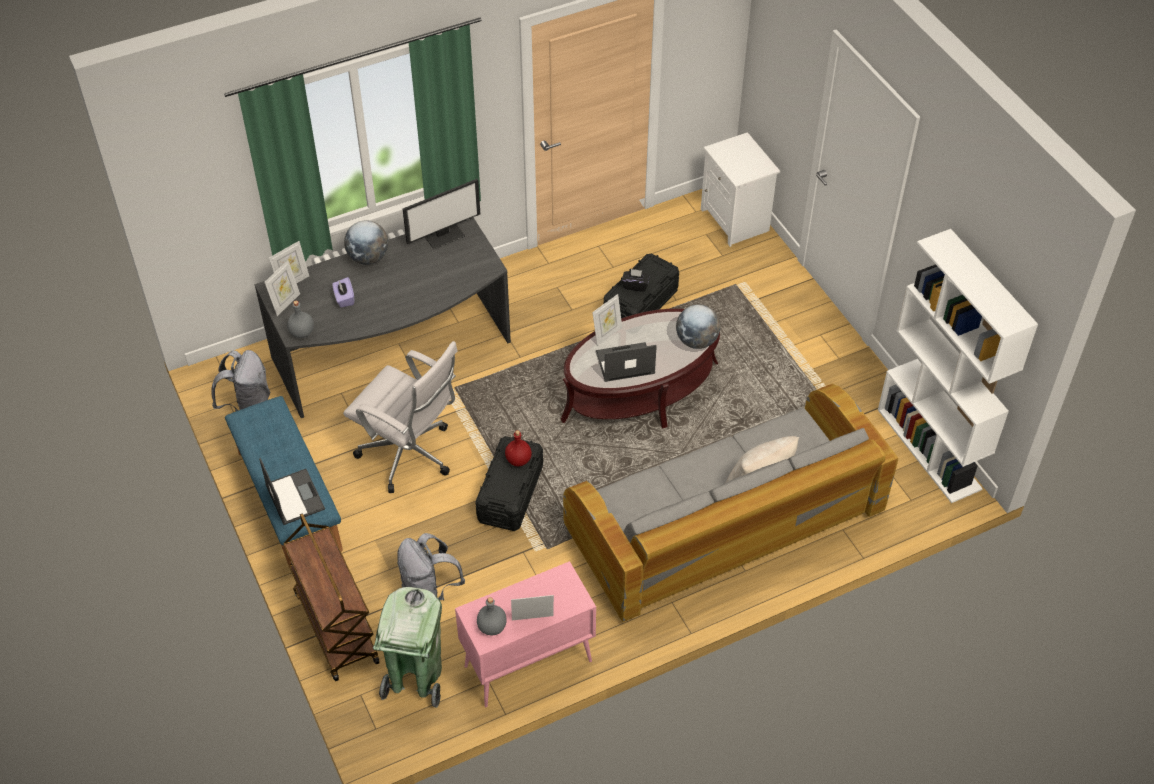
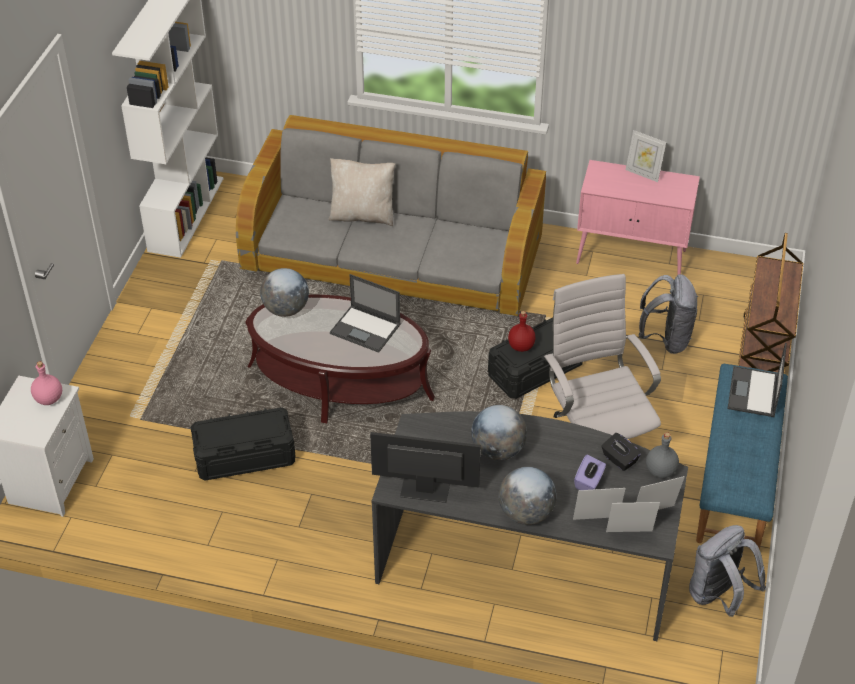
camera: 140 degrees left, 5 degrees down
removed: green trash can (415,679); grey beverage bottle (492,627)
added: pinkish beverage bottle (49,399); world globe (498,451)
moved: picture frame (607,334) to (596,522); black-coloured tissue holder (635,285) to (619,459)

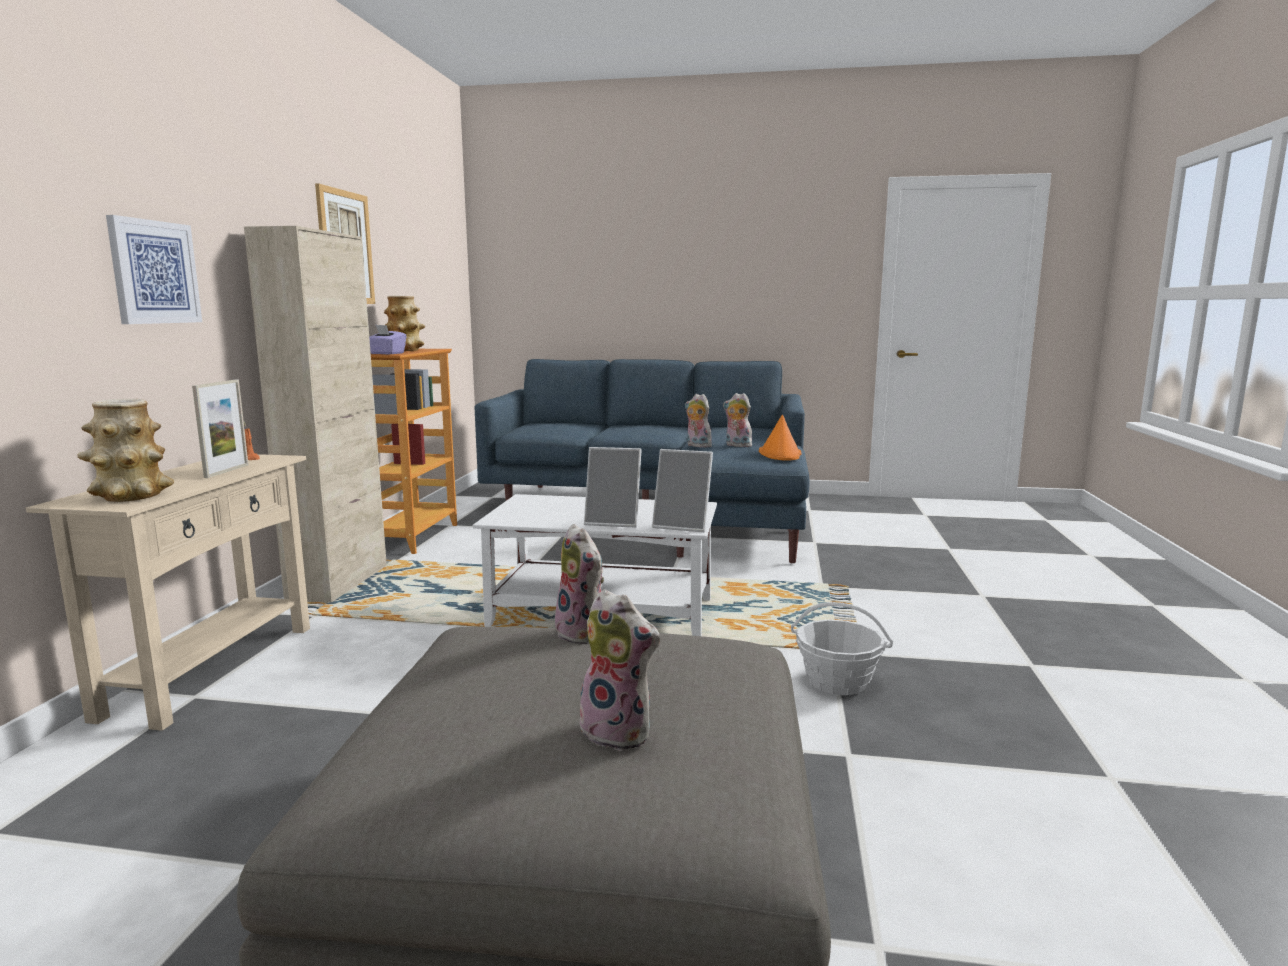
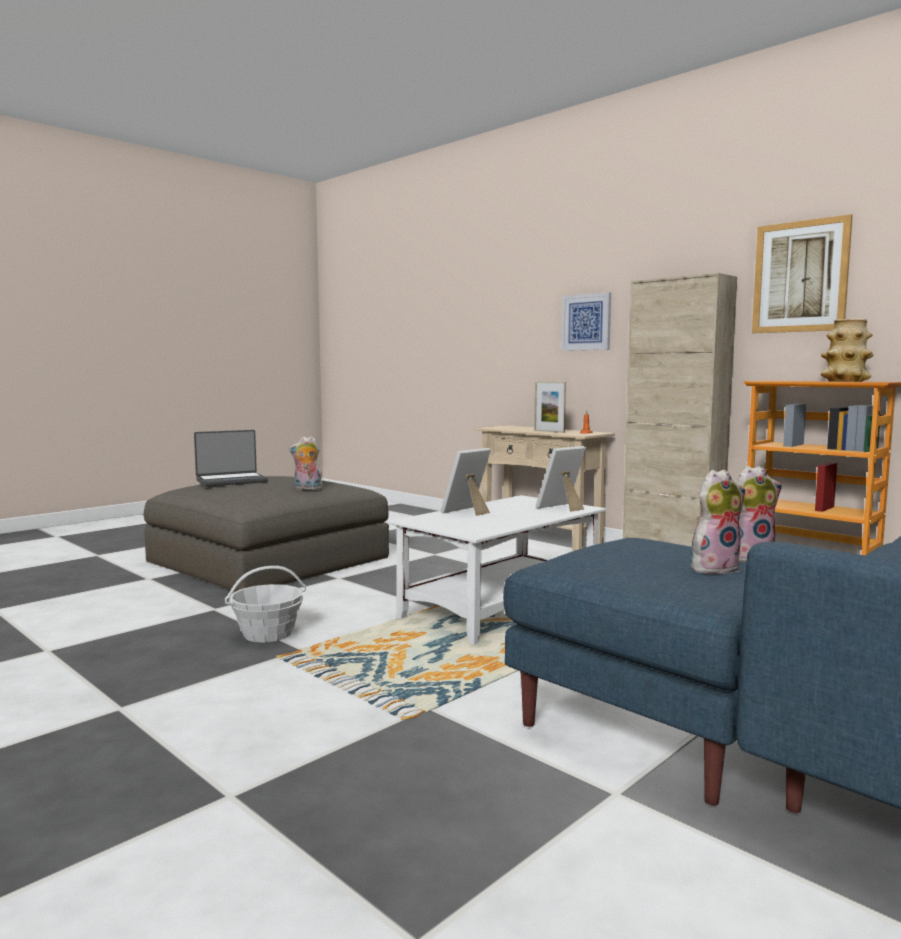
camera: 125 degrees right, 5 degrees down
removed: flower vase (130,496); purple-coloured tissue holder (386,353); orangey wearable hat (780,454)
moved: picture frame (683,525) to (562,508)
replaced: cuddly toy (620,731) to notebook computer (231,481)

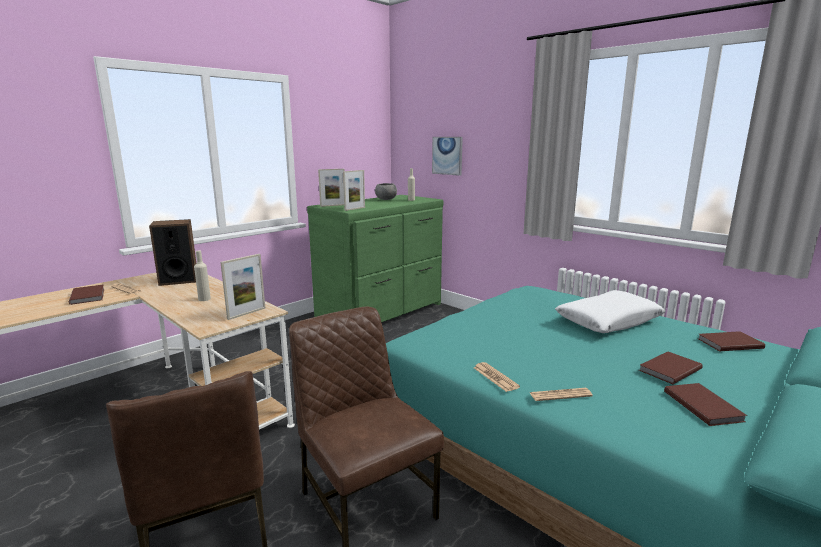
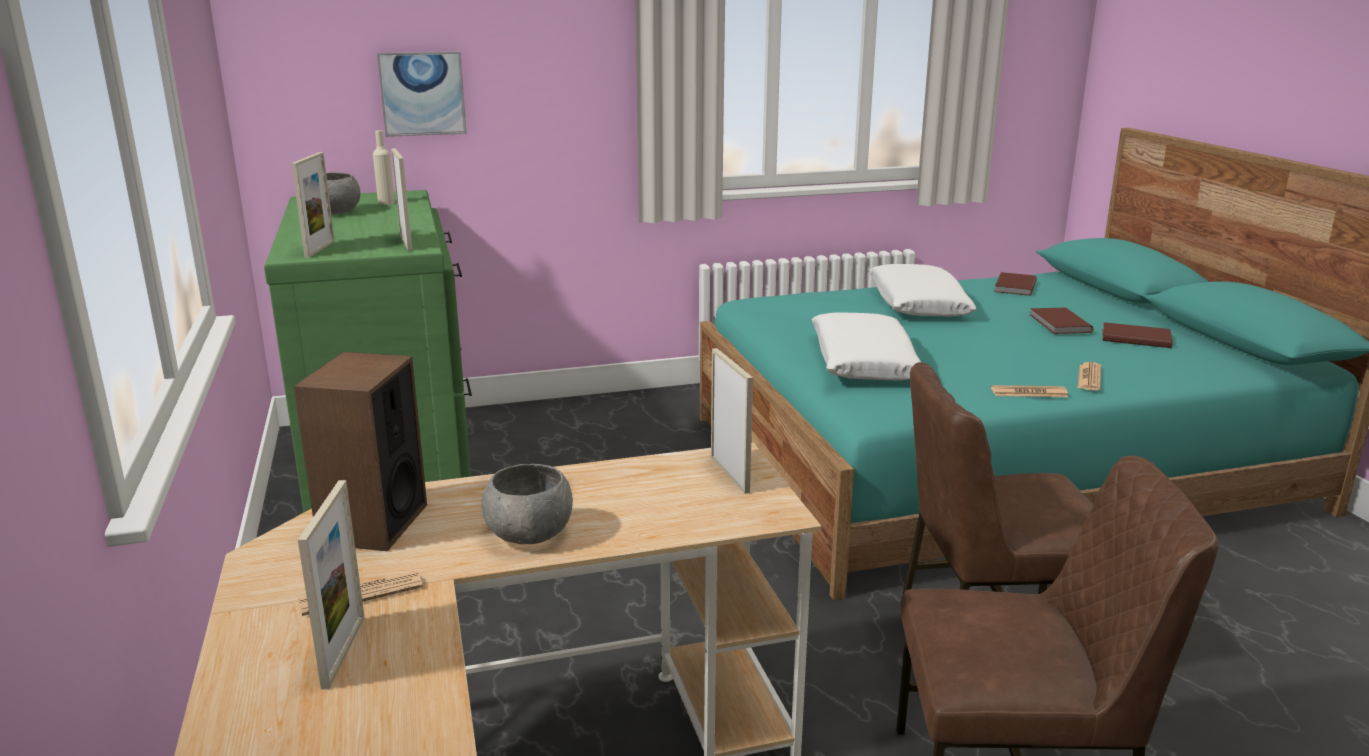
camera: 60 degrees left, 5 degrees up
removed: beige beverage bottle (204,299)
added: grey bowl (528,534); white-coloured throw pillow (863,362)
replaced: brown book (89,296) to picture frame (343,651)

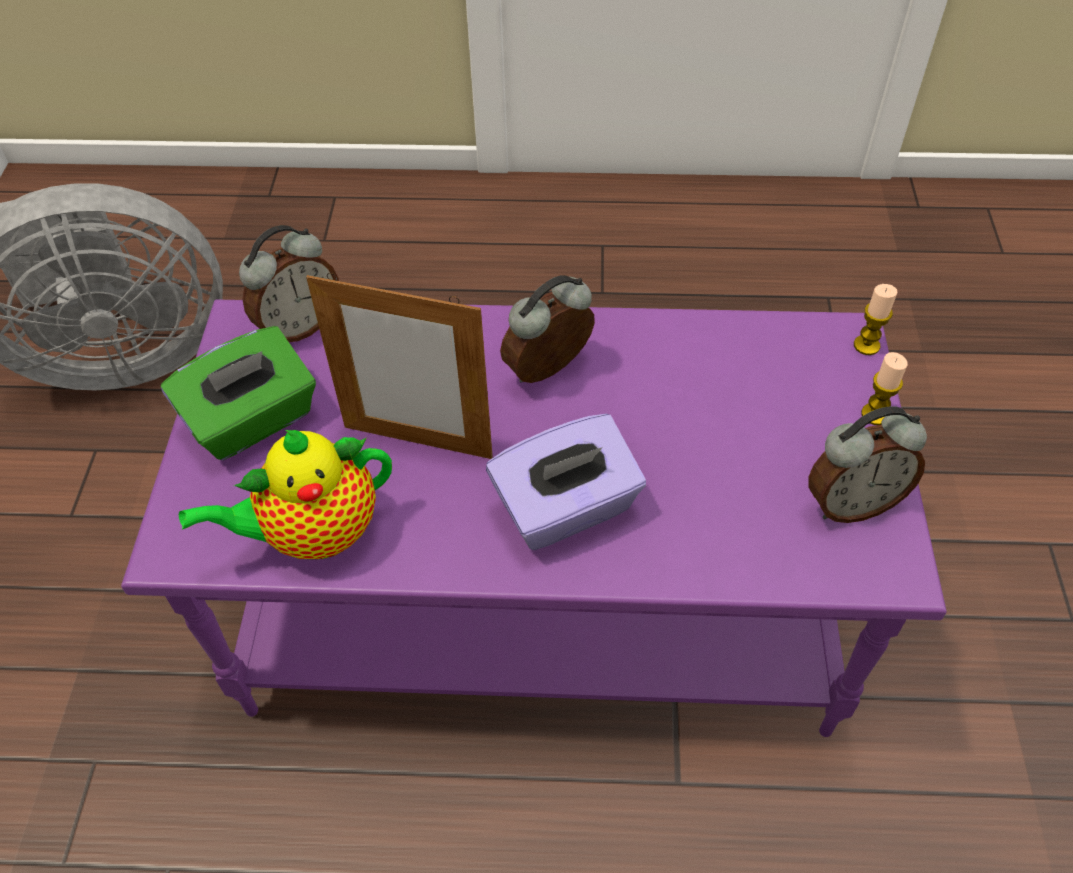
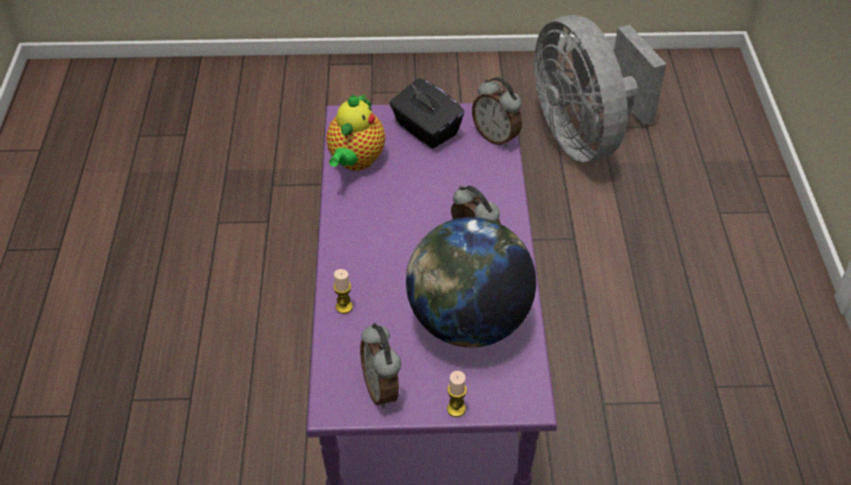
camera: 85 degrees right, 5 degrees down
removed: picture frame (417,441); purple-coloured tissue holder (566,509)
added: world globe (468,323)
moved: candle (866,345) to (344,307)
recoloured: green tissue holder (253,420) to black-coloured tissue holder (425,130)
turned: pot for tea (314,533) = (355,162) 135 degrees counterclockwise

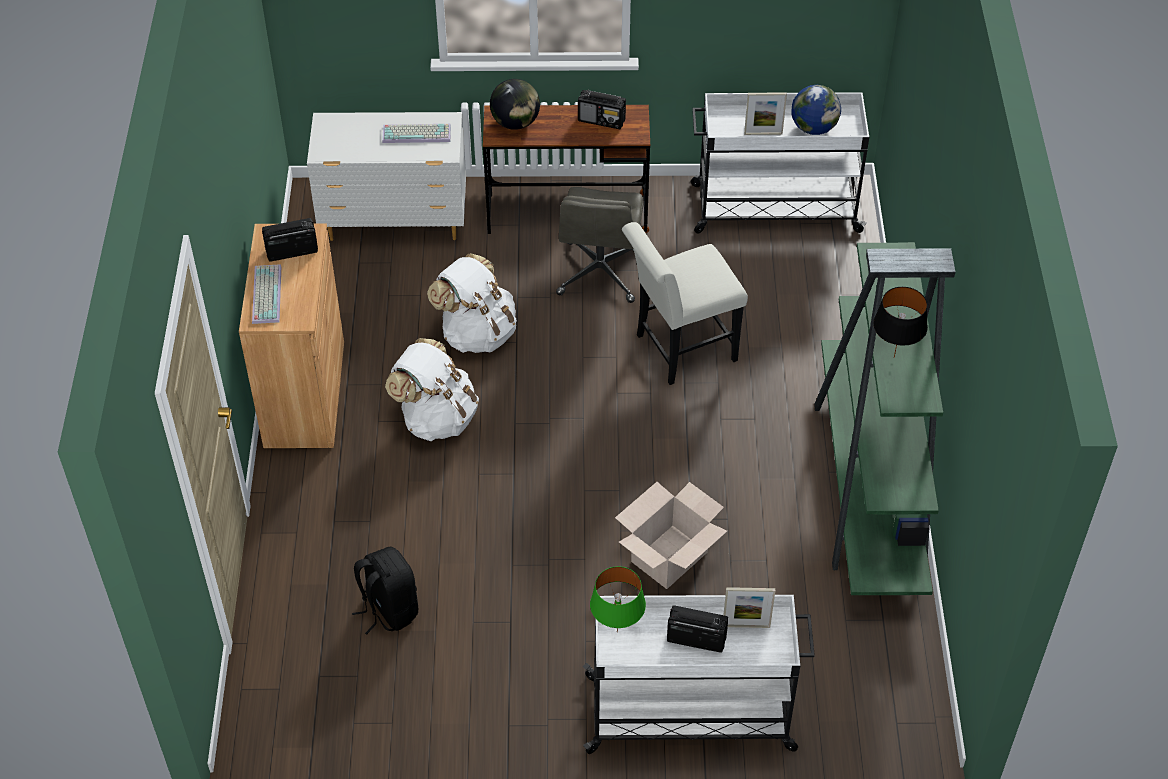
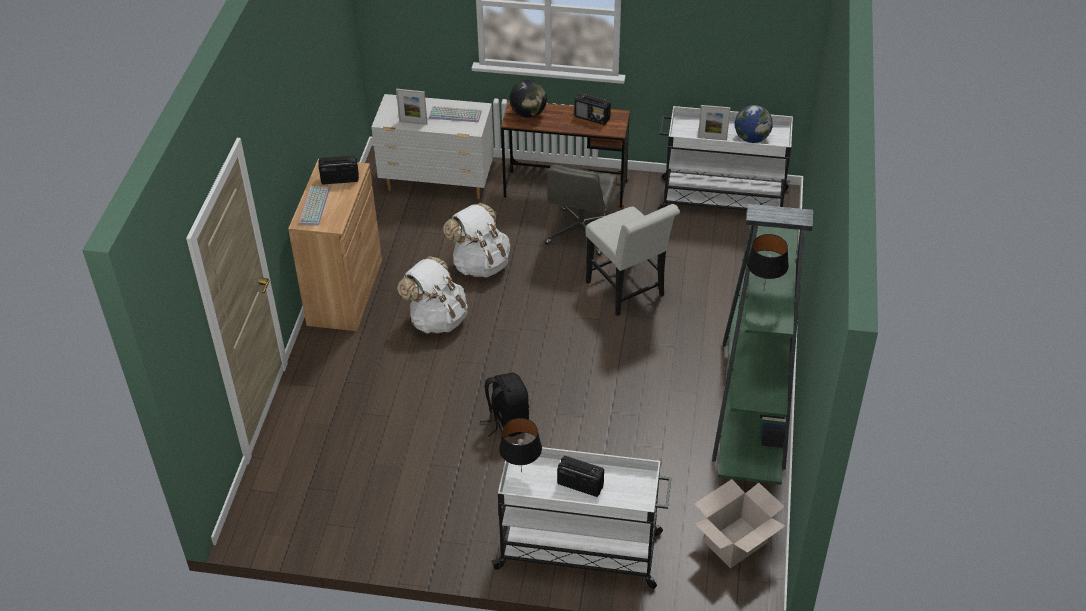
camera: 10 degrees right, 5 degrees down
moved: black-coloured rucksack (388,609) to (507,422); carton (669,557) to (735,543); picture frame (746,626) to (413,122)
recoloured: green table lamp (617,631) to black-coloured table lamp (521,472)
turned: white-coloured plain chair (679,350) = (628,292) 105 degrees counterclockwise

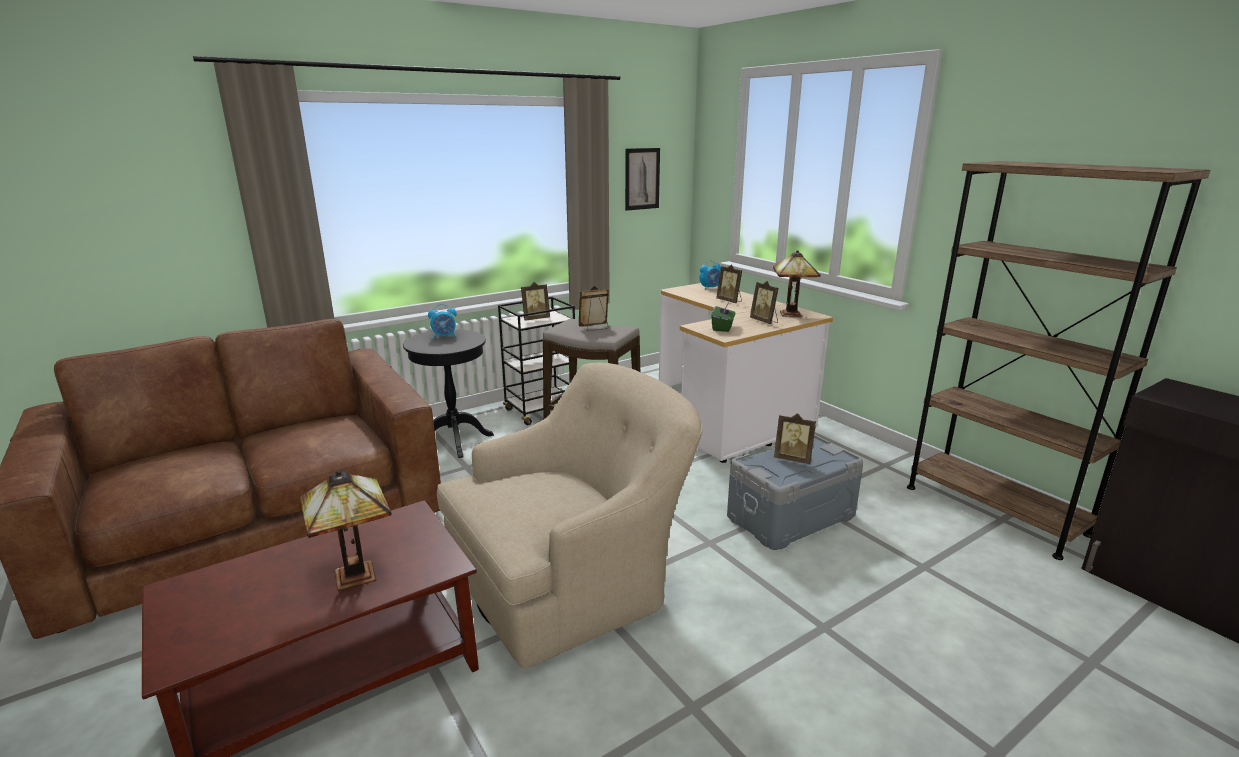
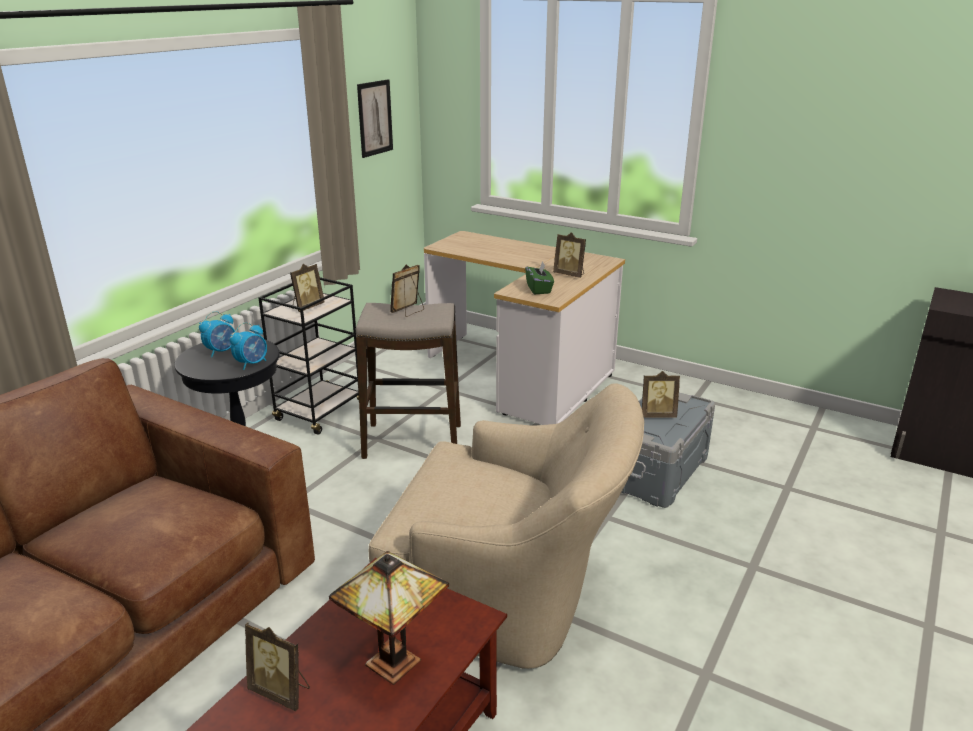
camera: 25 degrees left, 5 degrees up
removed: table lamp (792,314); brown bookcase (994,510)
moved: table clock (710,288) to (252,364); picture frame (730,301) to (281,691)
turned: beige easy chair (573,579) = (511,593) 75 degrees clockwise

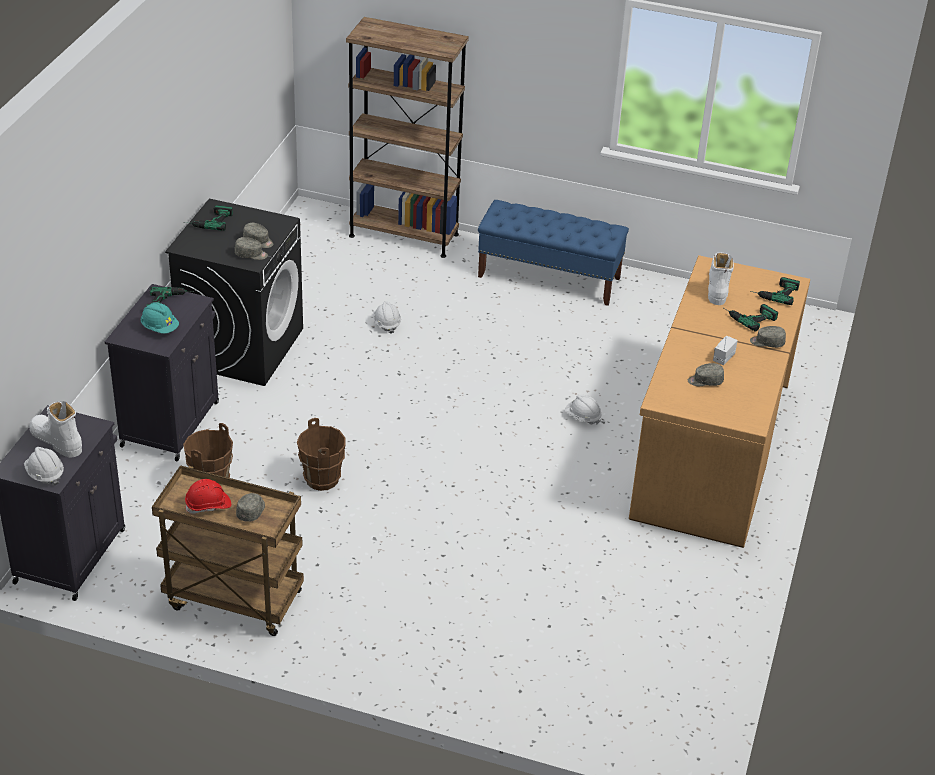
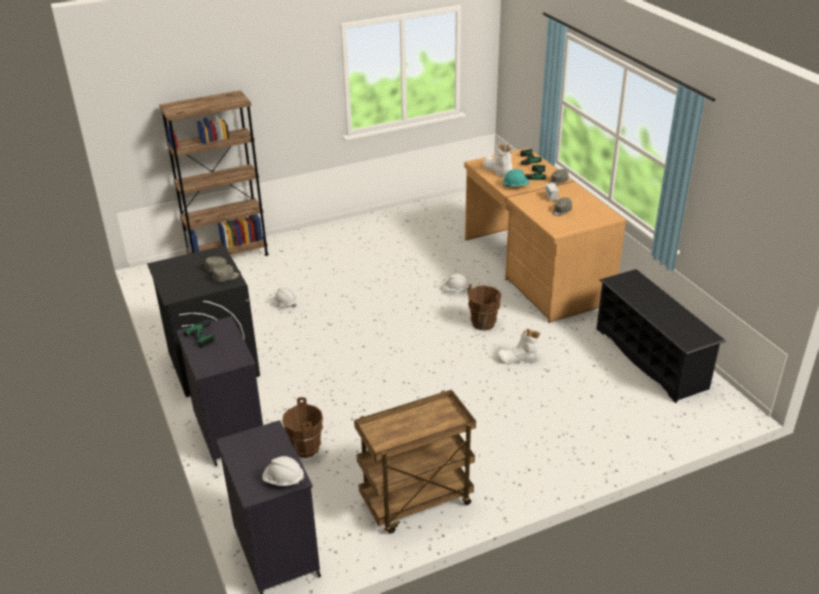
camera: 40 degrees left, 5 degrees down
removed: drill (208,221); reddish hard hat (208,505); grey baseball cap (251,511); bluish long seat (549,277)
added: black-coloured shoe shelf (651,358)
moved: white-coloured high-top boot (56,440) to (518,359); blue-green hard hat (160,328) to (516,186); brown water bucket (322,479) to (483,323)

